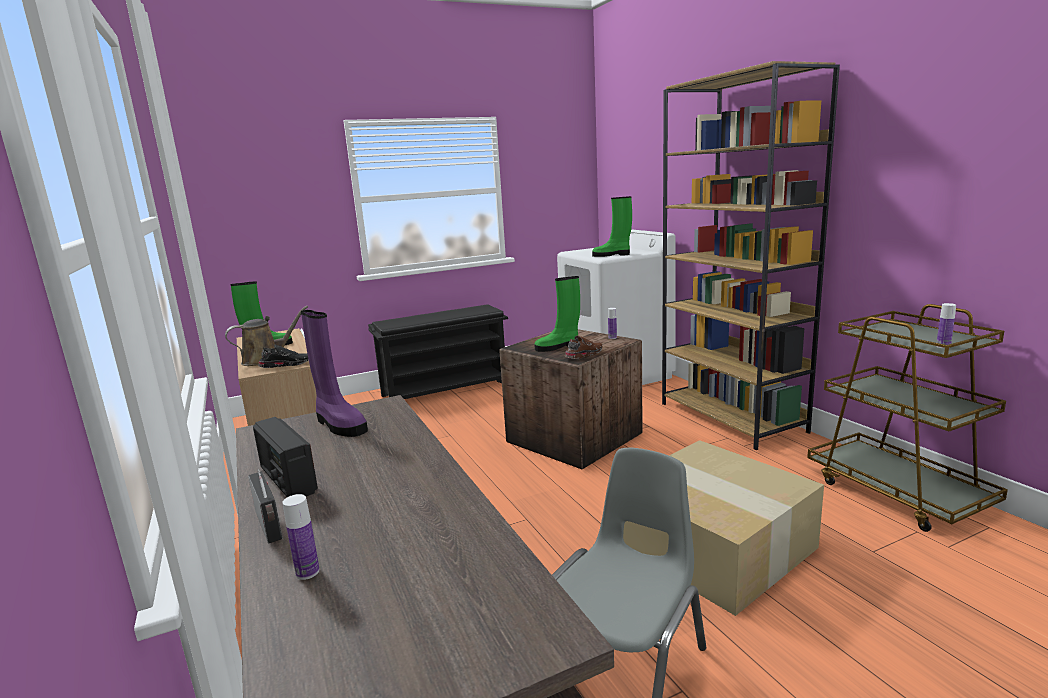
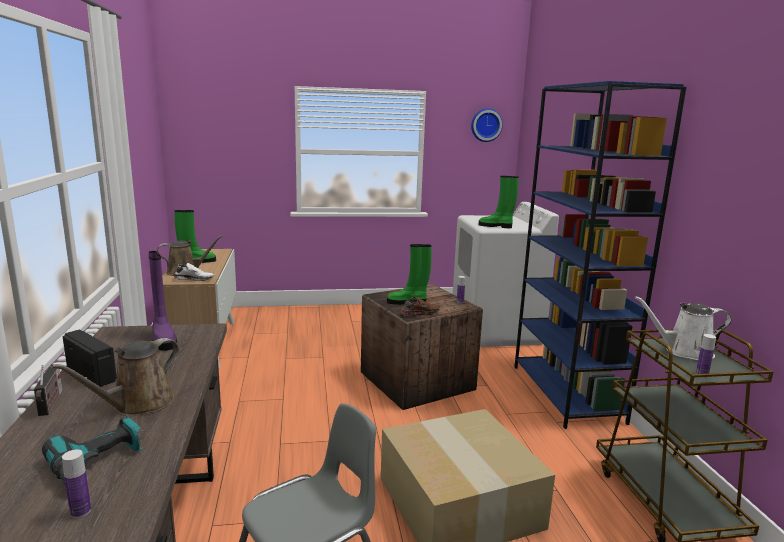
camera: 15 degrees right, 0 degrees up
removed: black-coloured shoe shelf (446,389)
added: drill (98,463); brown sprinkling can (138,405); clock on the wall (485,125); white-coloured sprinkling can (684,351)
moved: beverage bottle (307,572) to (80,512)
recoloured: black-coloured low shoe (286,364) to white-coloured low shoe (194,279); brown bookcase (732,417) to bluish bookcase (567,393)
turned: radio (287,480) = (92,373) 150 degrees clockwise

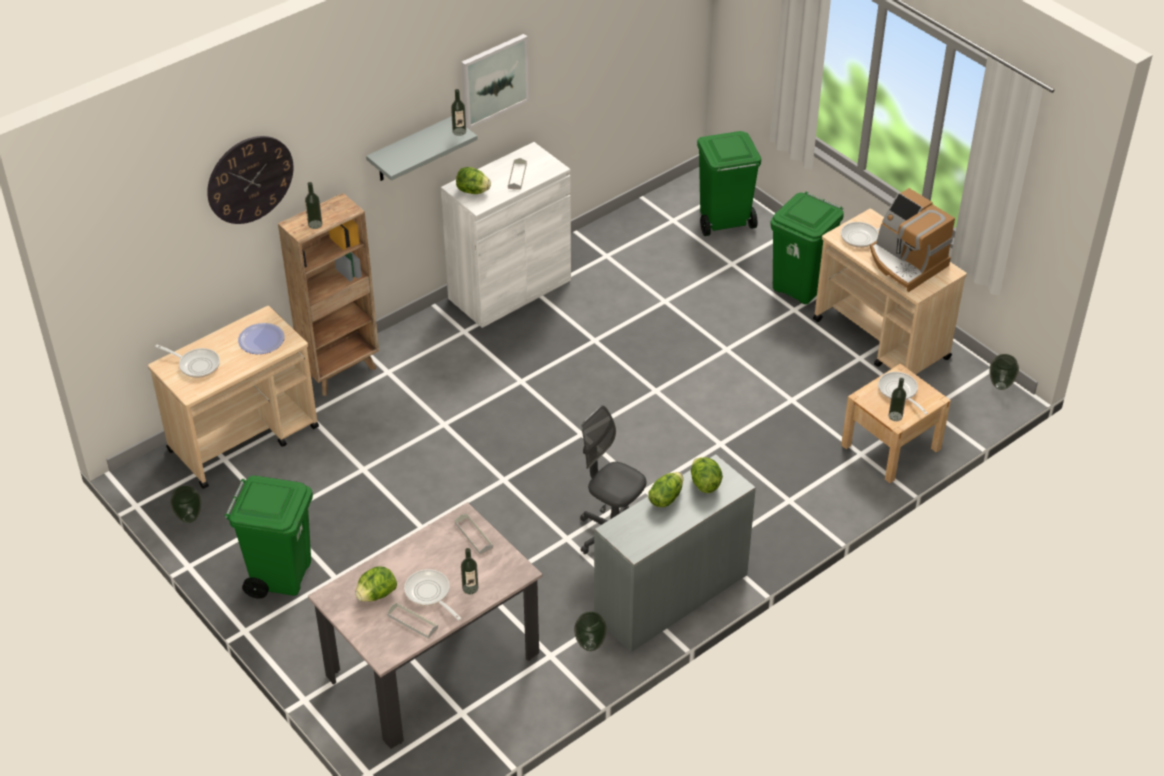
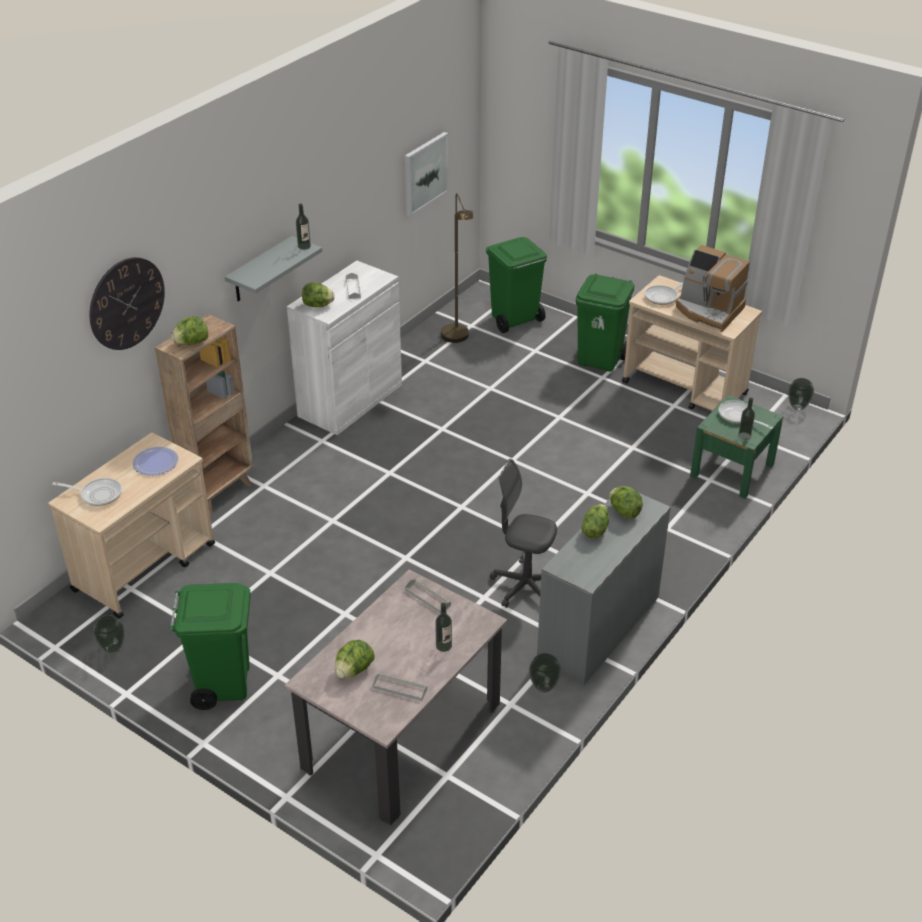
camera: 15 degrees left, 5 degrees down
removed: skillet (429,594)
added: brown standing lamp (457,339)
moved: wall picture (494,80) to (425,173)
replaced: beverage bottle (315,224) to head of lettuce (191,343)
recoloured: beige night table (891,447) to green night table (732,470)

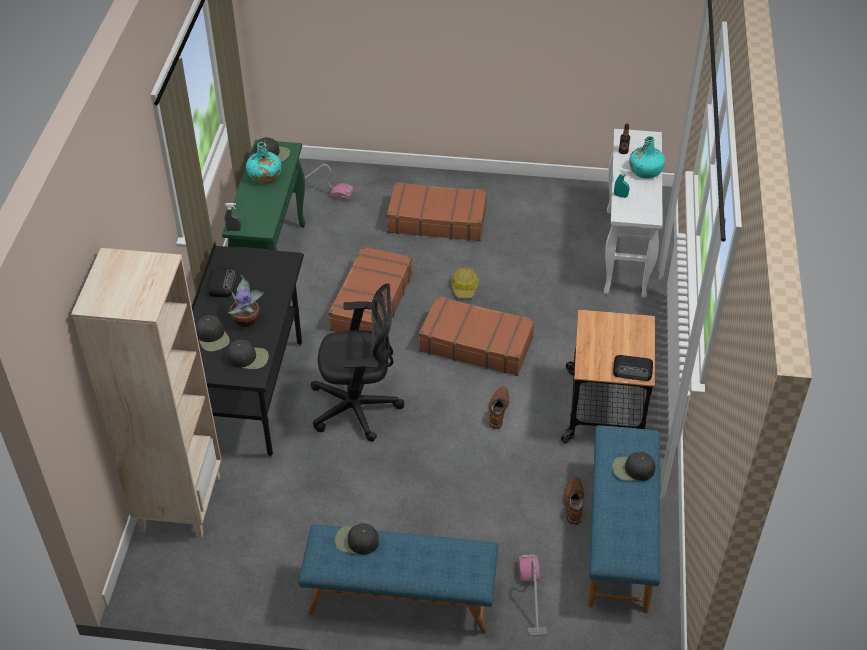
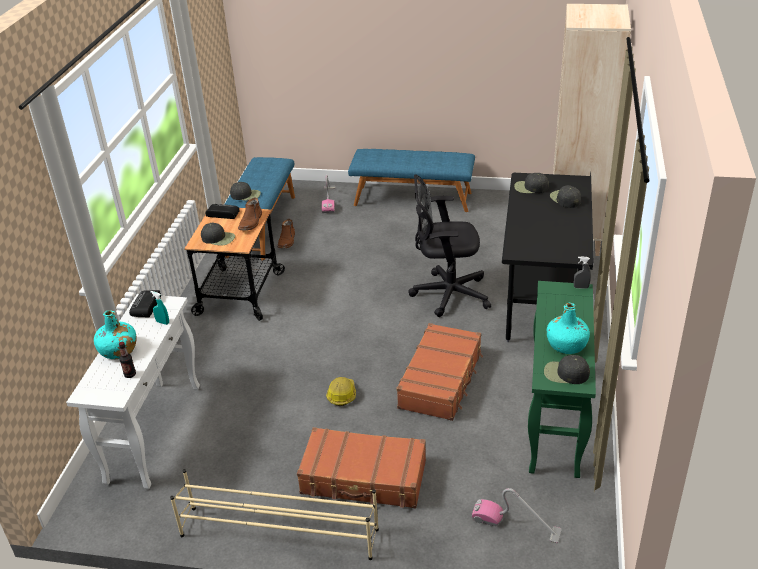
camera: 175 degrees left, 10 degrees down
removed: houseplant (247,320); brown piece of luggage (476,344)
added: beige shoe shelf (278,532)
moved: radio (222,284) to (146,306); black-coloured baseball cap (356,541) to (218,238); brown high-top boot (498,410) to (251,222)

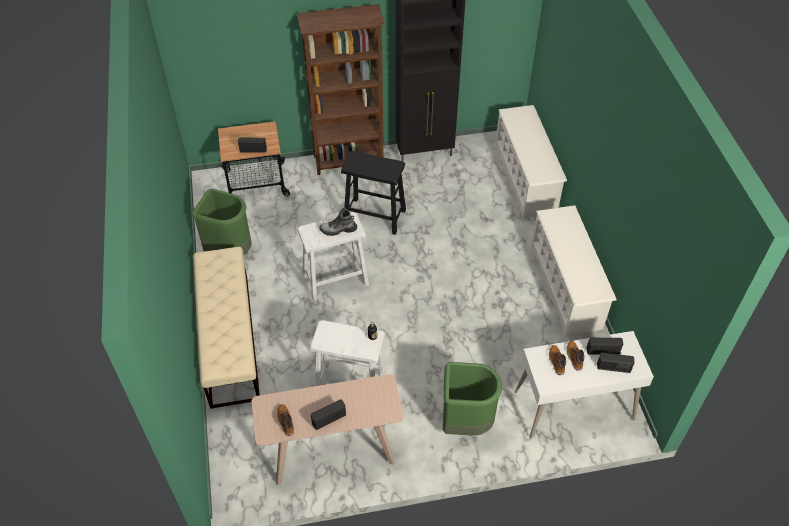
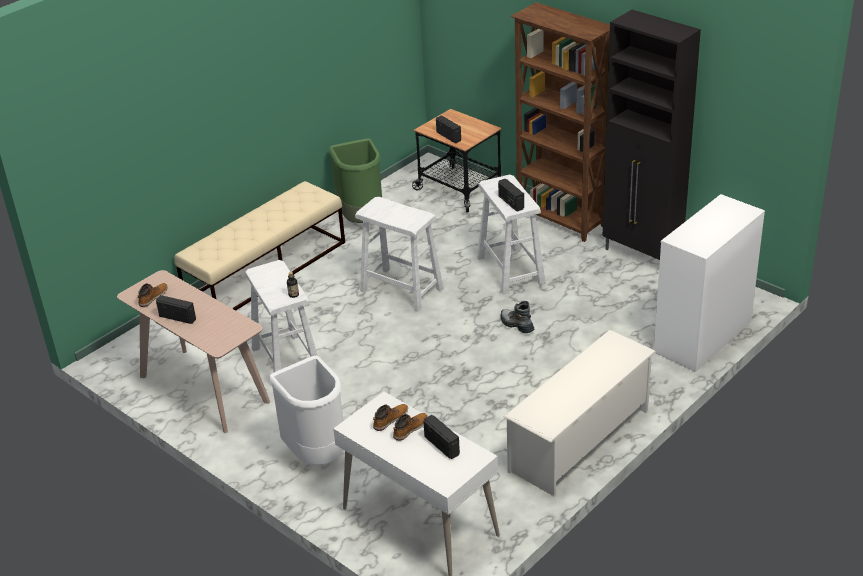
camera: 55 degrees right, 15 degrees down
moved: high-top boot (338,230) to (516,325); radio (613,367) to (511,202)
replaced: white-coloured shoe shelf (525,179) to white-coloured chest of drawers (702,337)
recoloured: black-coloured sitting stool (375,216) to white-coloured sitting stool (510,271); green trash can (465,423) to white-coloured trash can (317,454)

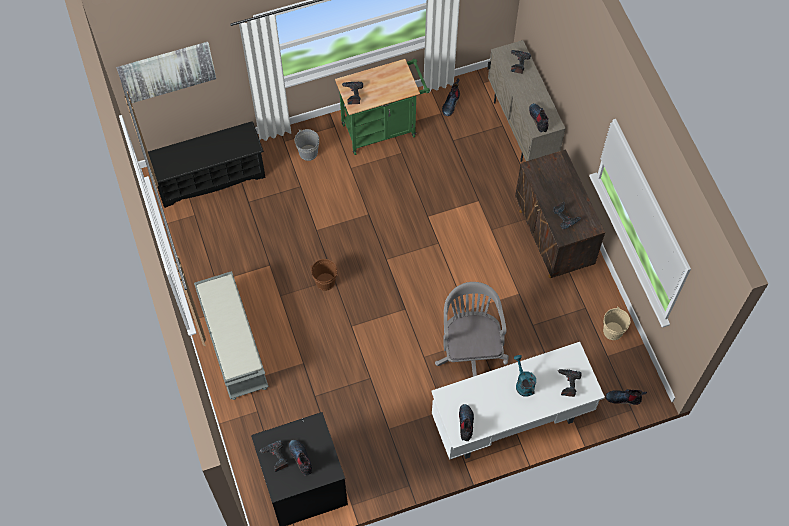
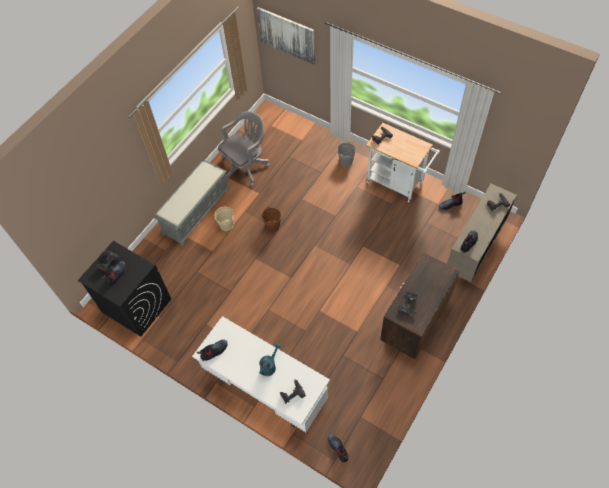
camera: 55 degrees right, 5 degrees down
removed: black-coloured shoe shelf (210,177)
moved: grey office chair (470,349) to (246,166); beige water bucket (613,331) to (226,225)
recoloured: green wheeled cart (383,128) to white-coloured wheeled cart (398,183)

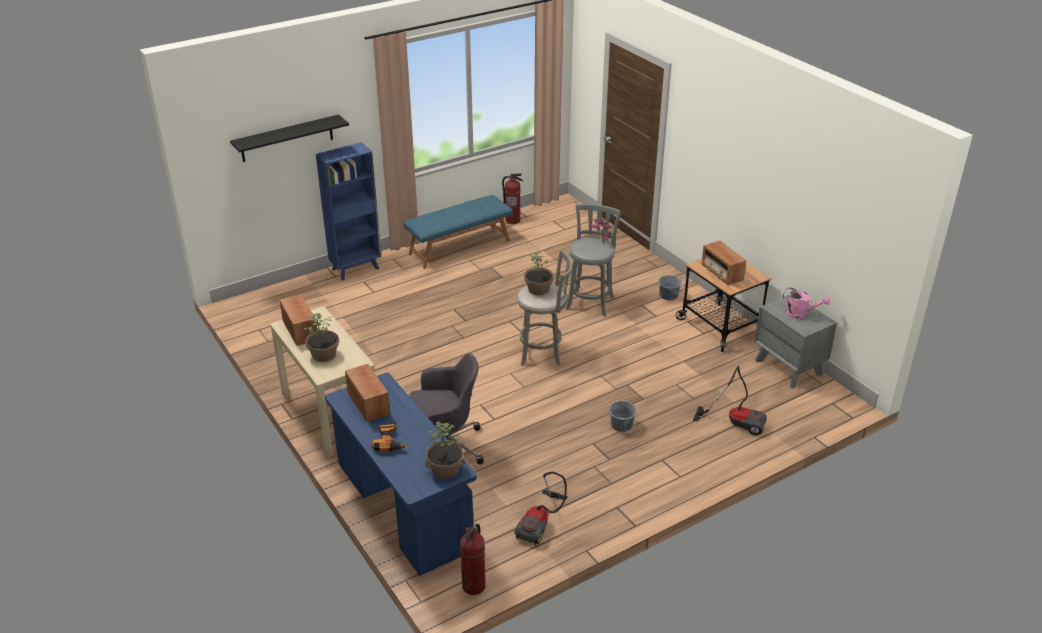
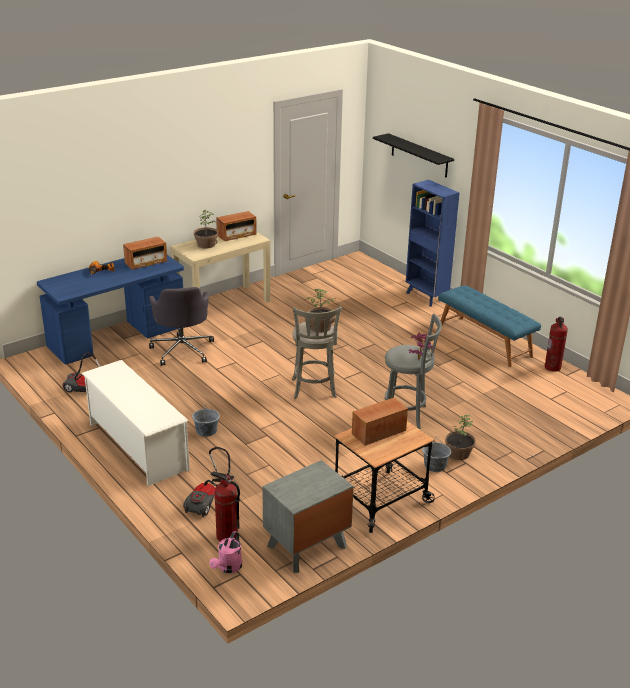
camera: 85 degrees right, 5 degrees down
added: white-coloured shoe shelf (137,446)
moved: houseplant (445,469) to (458,453); fire extinguisher (474,586) to (227,536); pinkish sprinkling can (800,314) to (228,568)

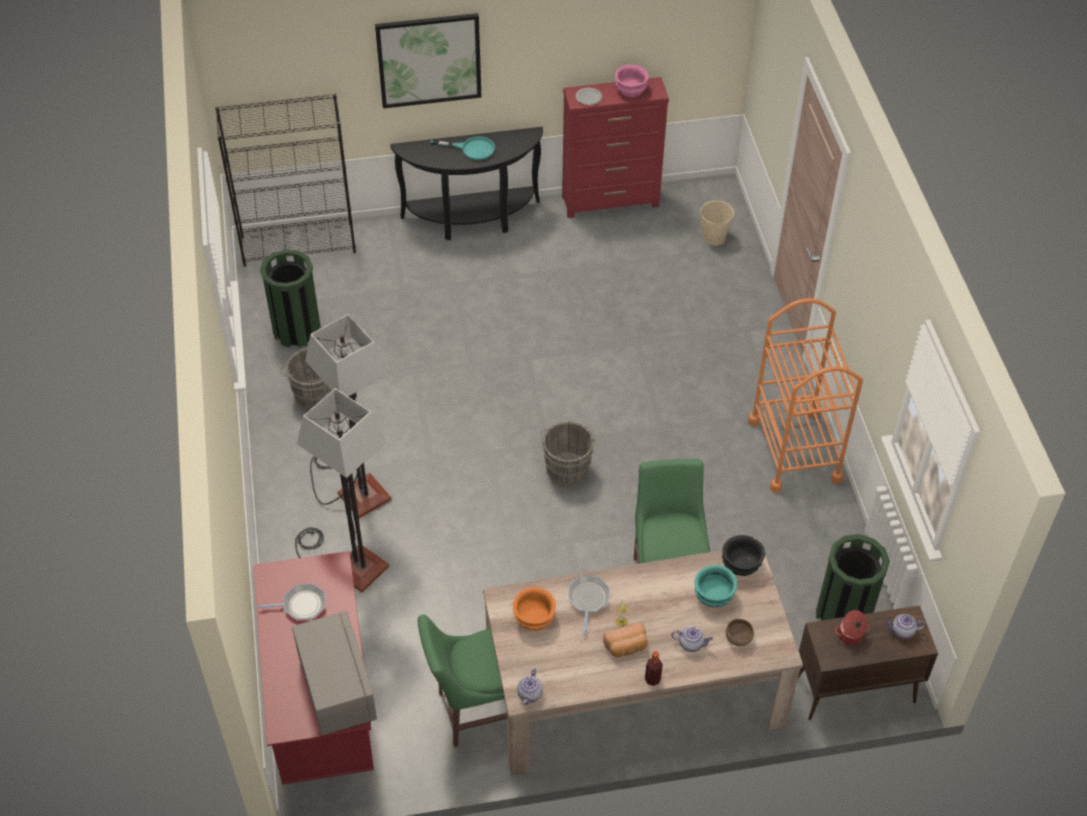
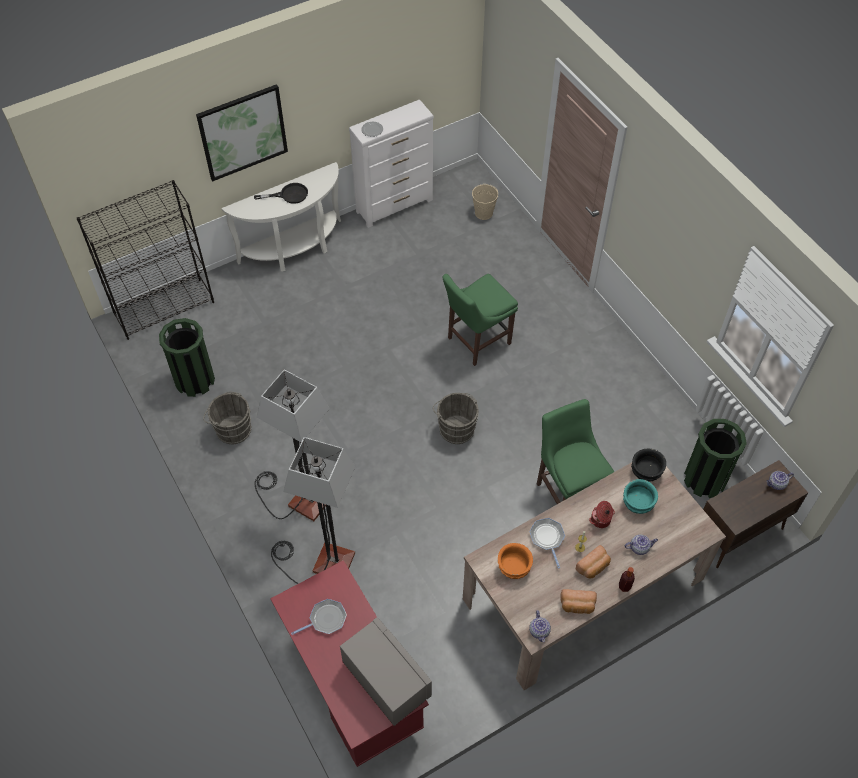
camera: 20 degrees left, 5 degrees up
removed: pinkish bowl (630,89); brown bowl (739,638); orangey wheeled cart (794,450)
added: baked bread (577,606)
moved: green plain chair (474,711) to (476,342); saucepot (850,635) to (601,520)
recoloured: black-coloured narrow table (472,220) to white-coloured narrow table (295,250); blue-green skillet (471,149) to black-coloured skillet (289,195); reddish chest of drawers (611,201) to white-coloured chest of drawers (395,205)

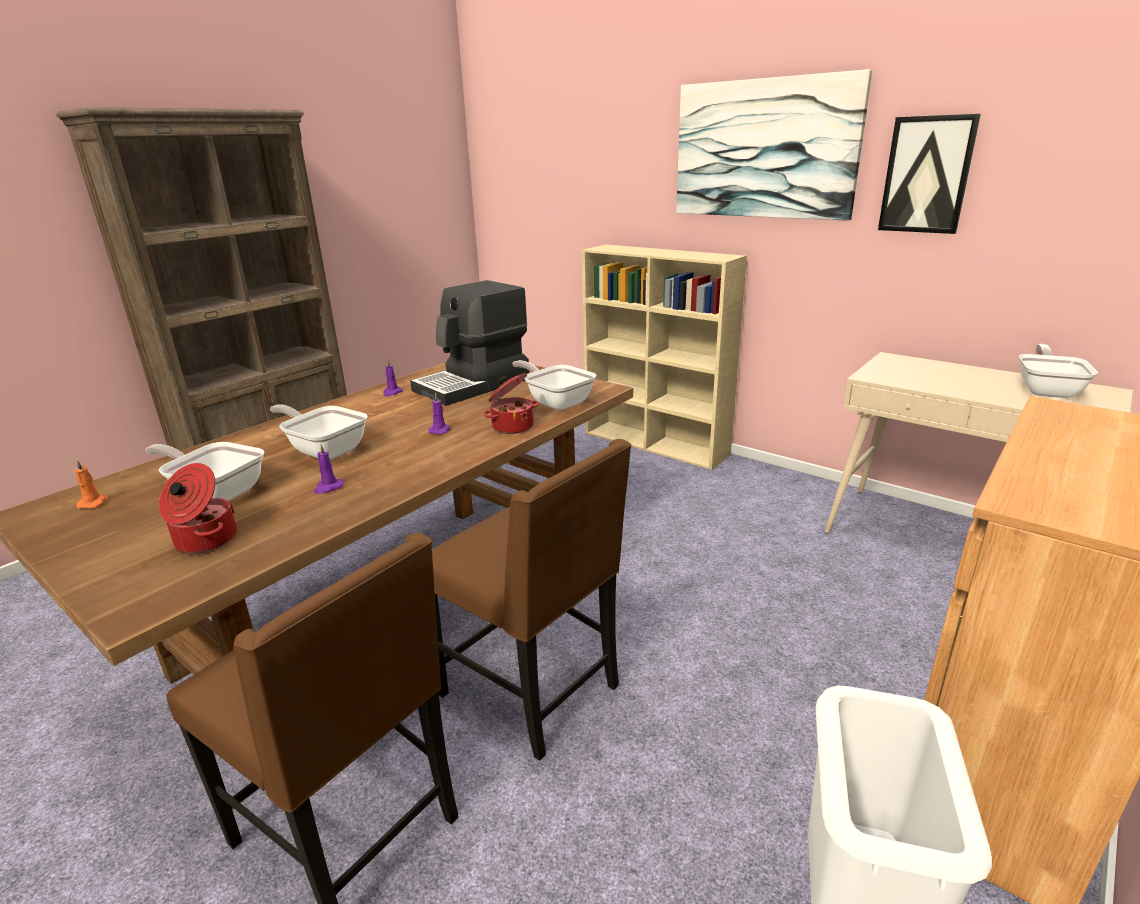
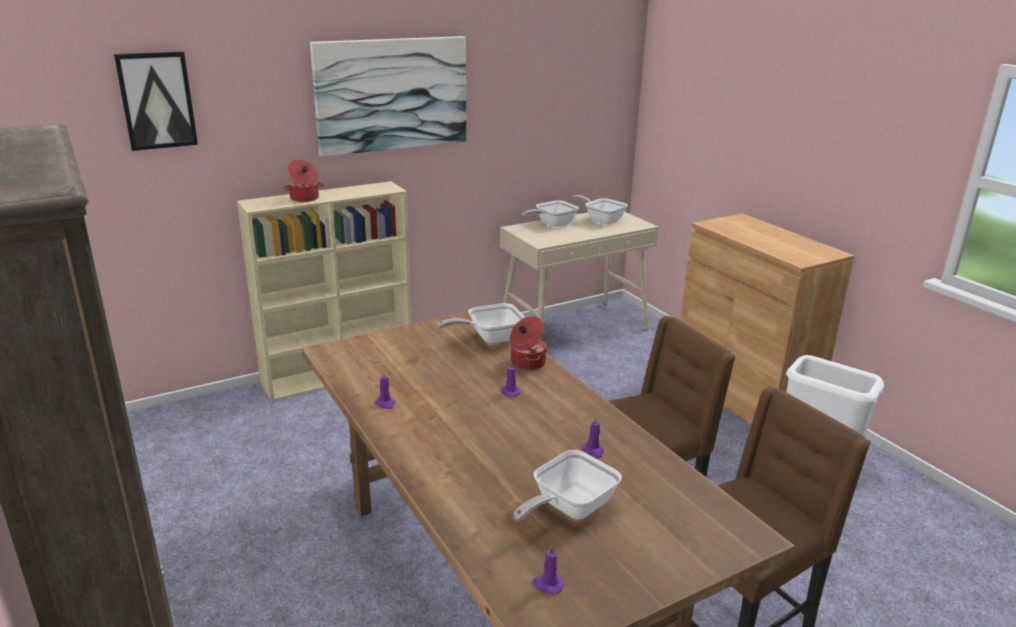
camera: 70 degrees left, 0 degrees up
removed: coffee machine (474,385)
moved: saucepot (204,540) to (304,199); skillet (325,450) to (552,224); wall picture (926,175) to (157,100)
recoloured: orangey candle (94,503) to purple-coloured candle (548,584)

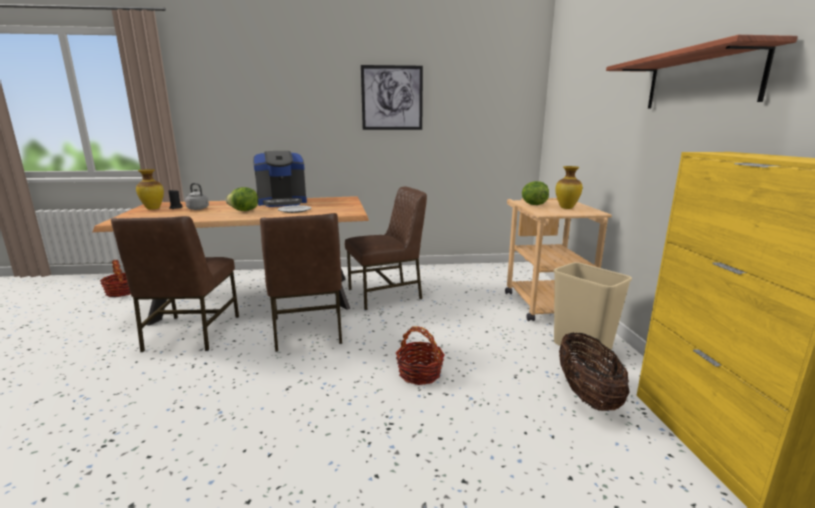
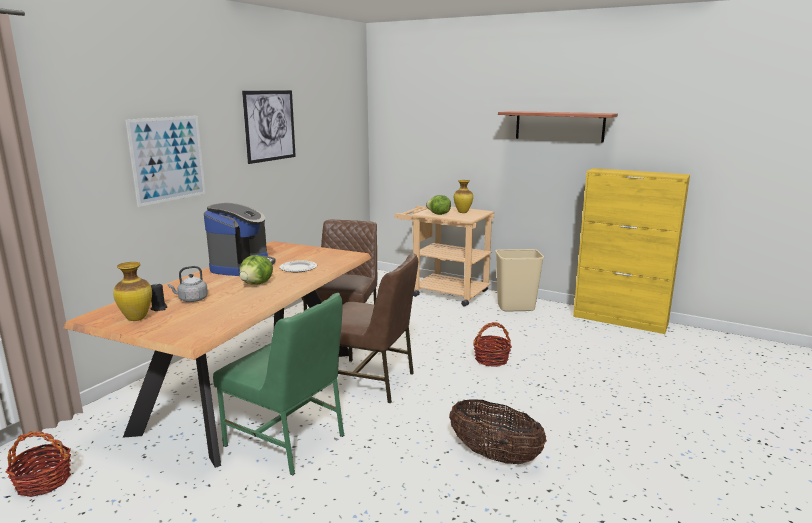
camera: 55 degrees left, 0 degrees up
added: wall picture (168,159)
moved: storage basket (587,395) to (494,455)
recoloured: brown plain chair (190,333) to green plain chair (287,440)

